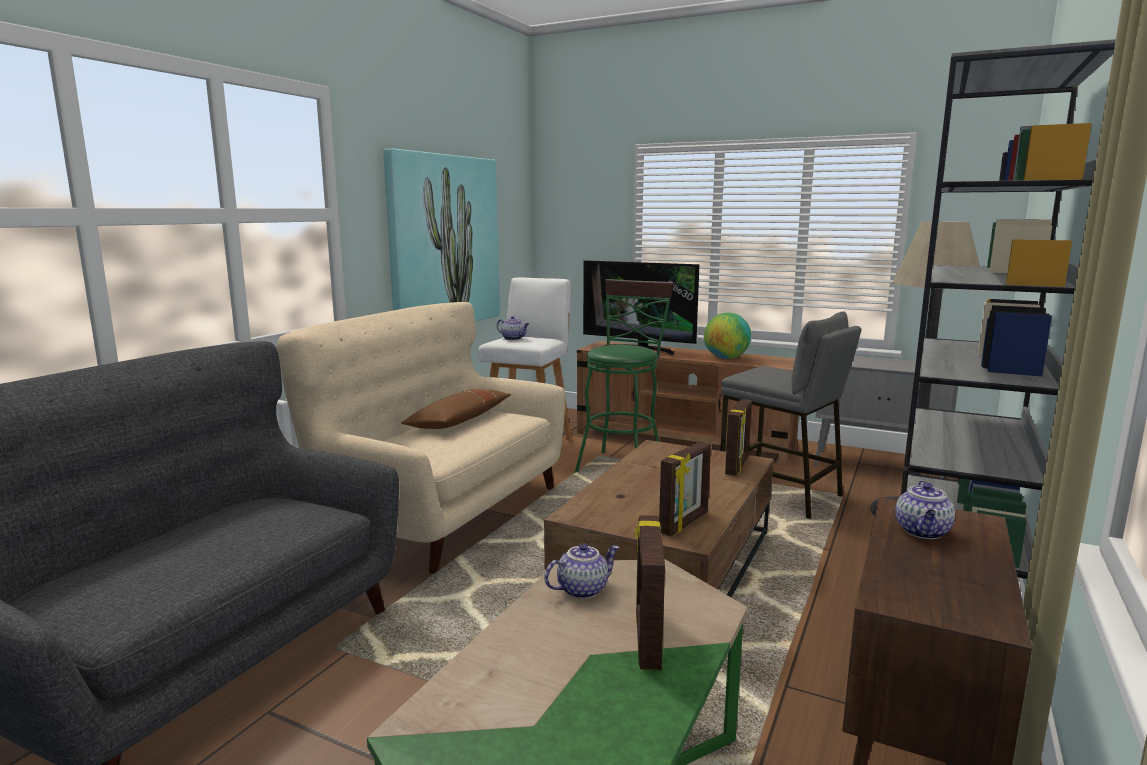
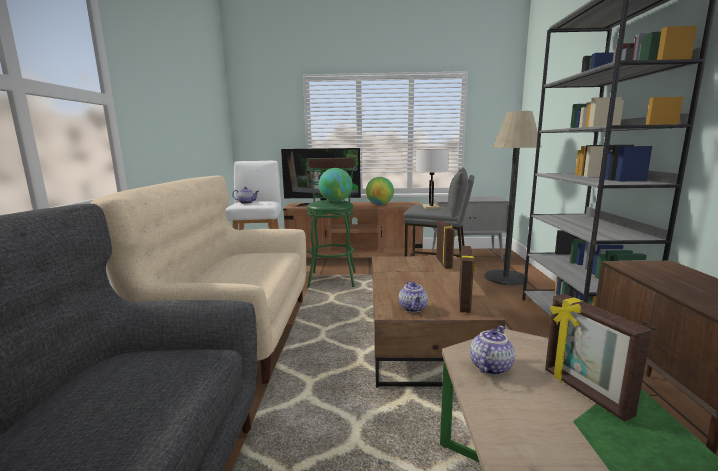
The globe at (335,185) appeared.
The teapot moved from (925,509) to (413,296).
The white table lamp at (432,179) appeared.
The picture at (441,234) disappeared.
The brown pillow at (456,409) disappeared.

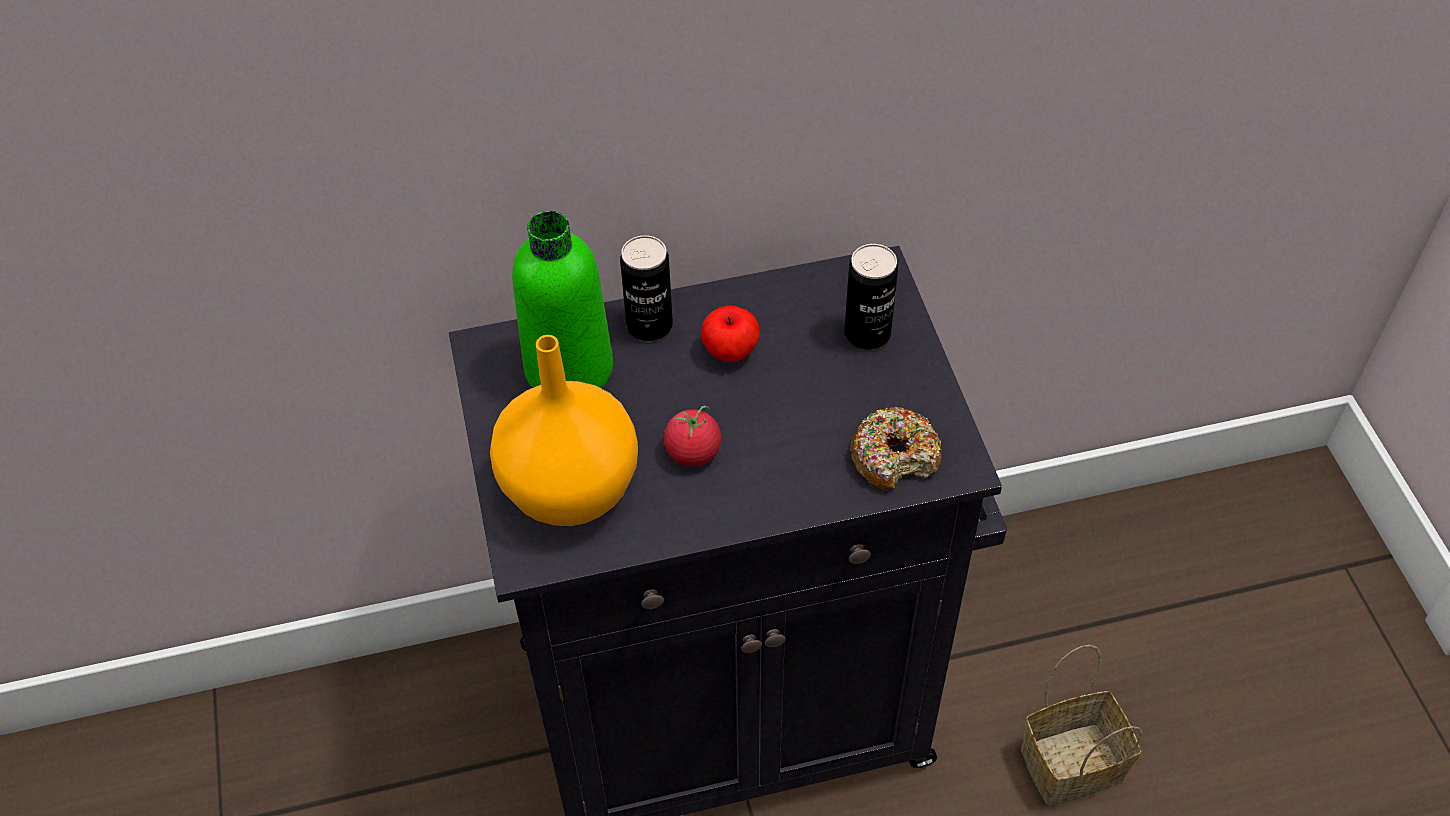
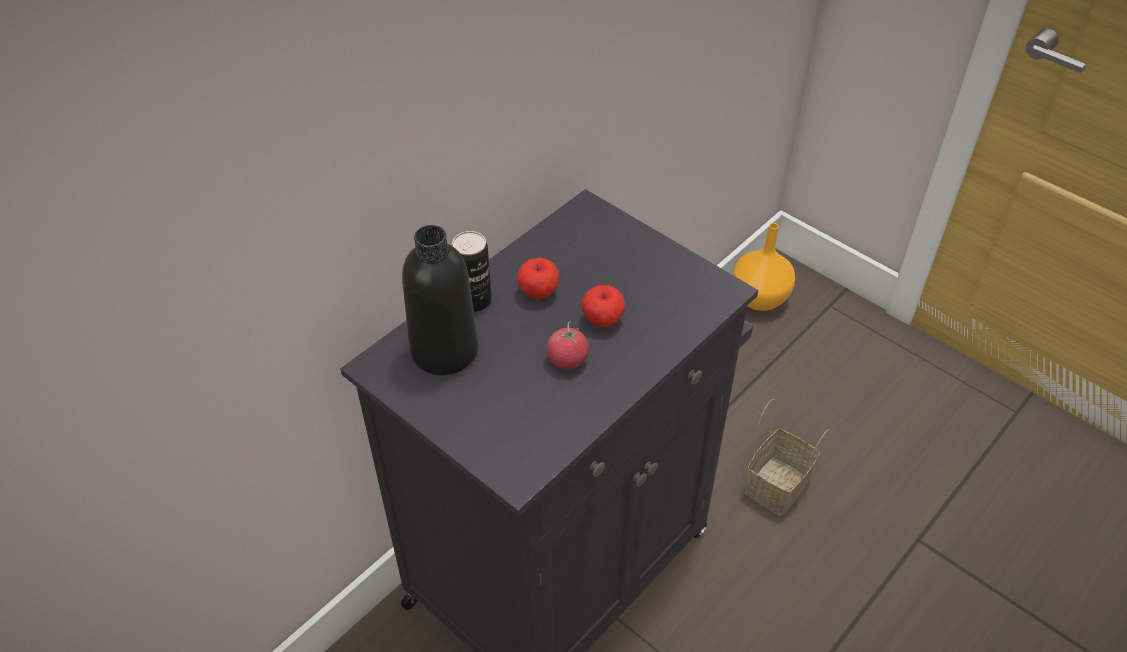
The green bottle at (562,300) became the black bottle at (440,300).
The apple at (603,306) appeared.
The orange vase moved from (564,430) to (764,267).
The can at (871,297) disappeared.
The donut at (896,448) disappeared.

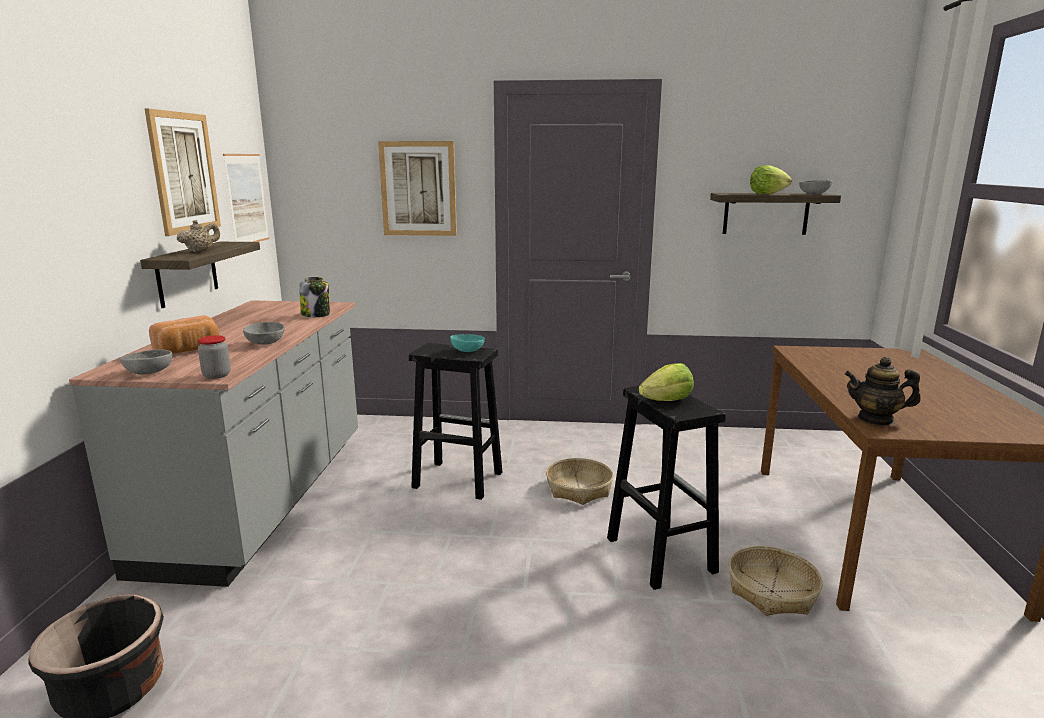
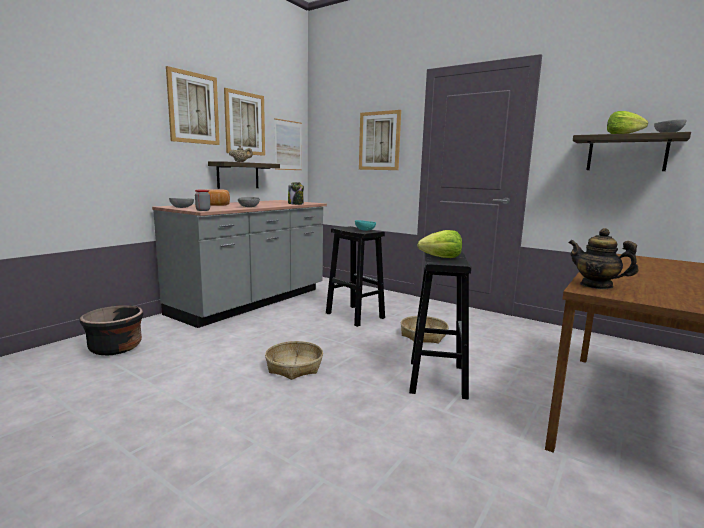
The picture at (193,105) appeared.
The basket moved from (776,581) to (294,360).

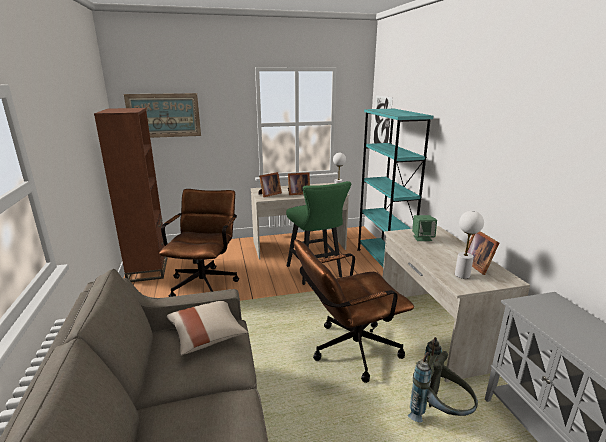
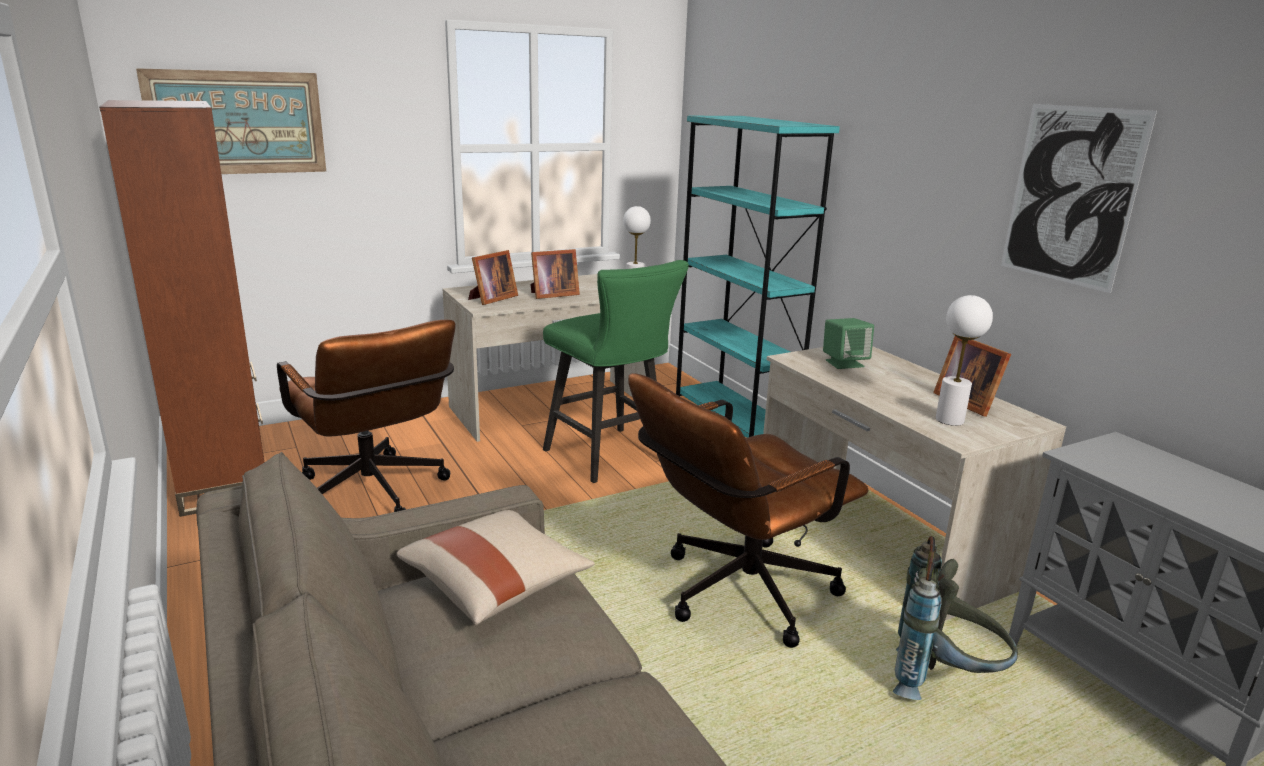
The brown office chair at (199,243) turned 150 degrees clockwise.
The picture moved from (383,119) to (1079,198).

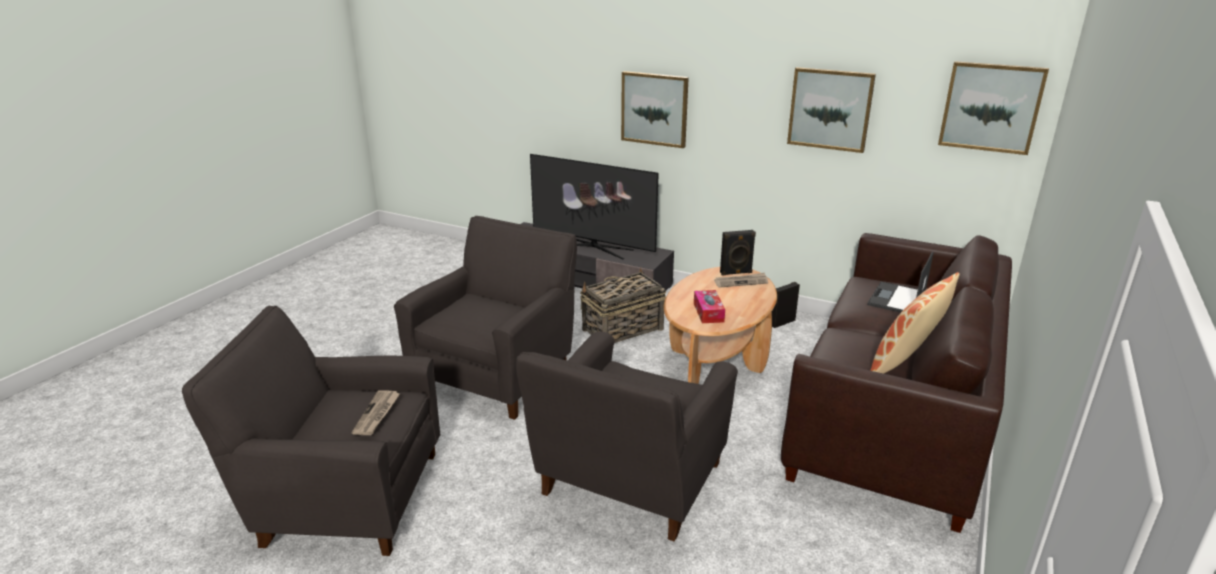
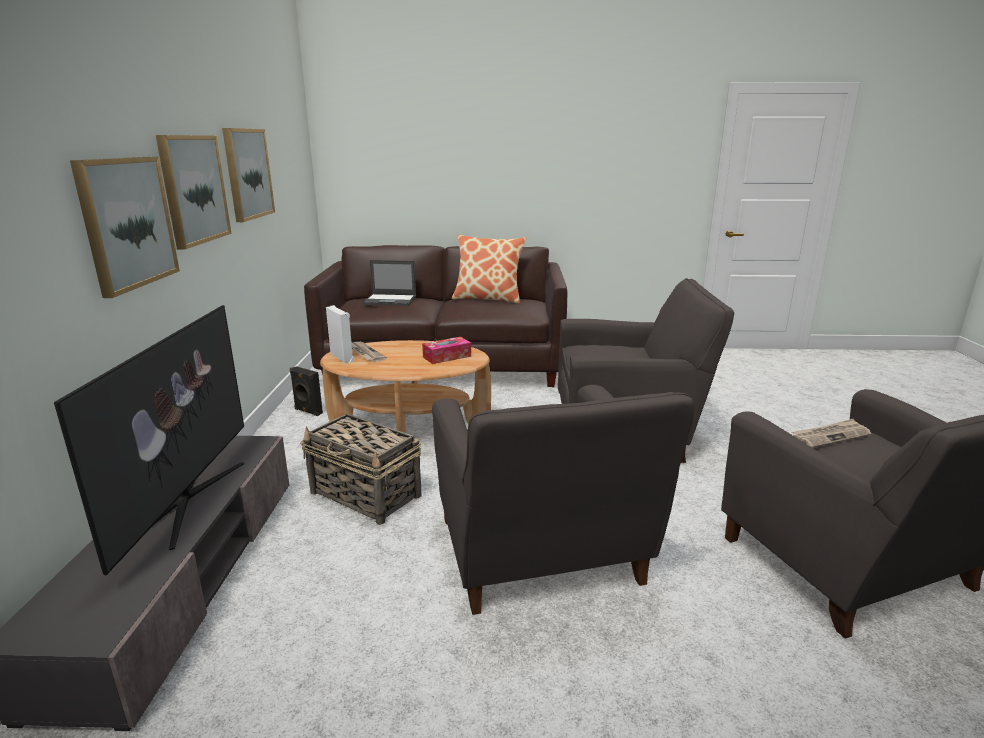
The picture moved from (993,108) to (194,192).
The black speaker at (738,253) became the white speaker at (340,334).
The grey armchair at (485,318) turned 105 degrees counterclockwise.

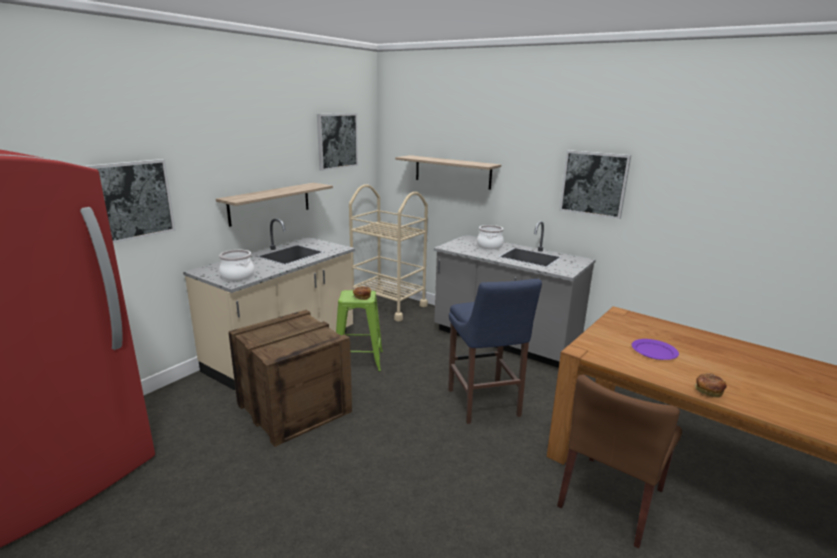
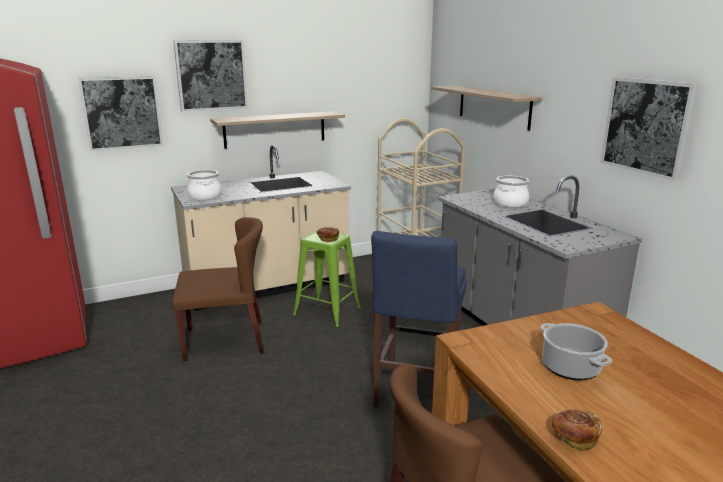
The crate at (290,378) was replaced by the brown chair at (218,289).
The picture moved from (337,142) to (210,76).
The purple plate at (655,349) was replaced by the cooking pot at (576,351).

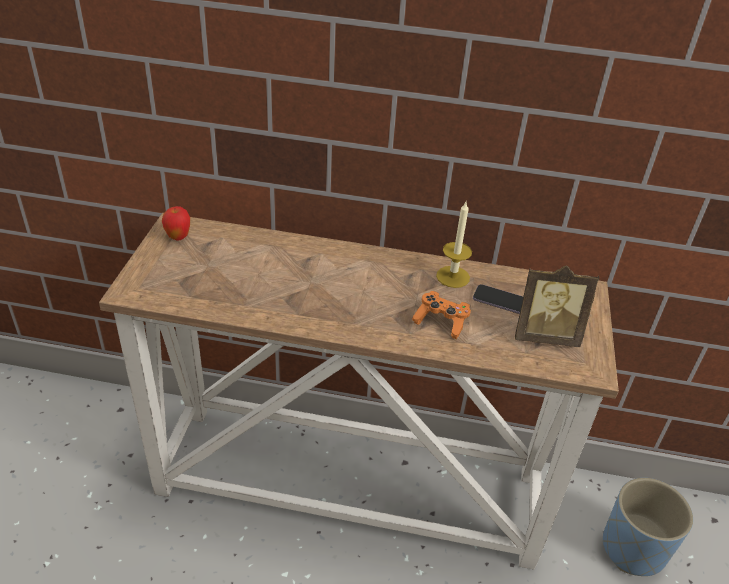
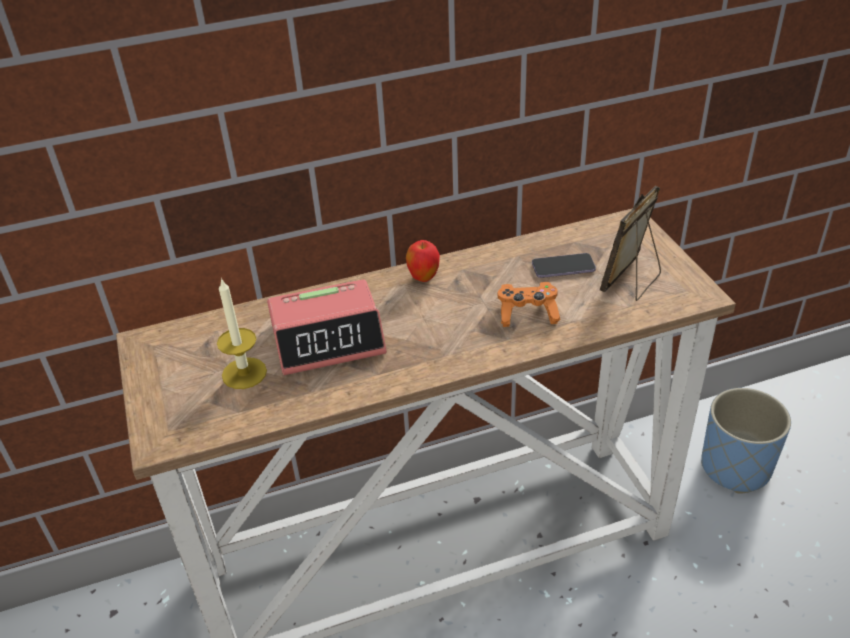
The candle moved from (454,245) to (242,333).
The alarm clock at (327,327) appeared.
The apple moved from (176,223) to (423,261).
The picture frame at (557,306) turned 150 degrees clockwise.

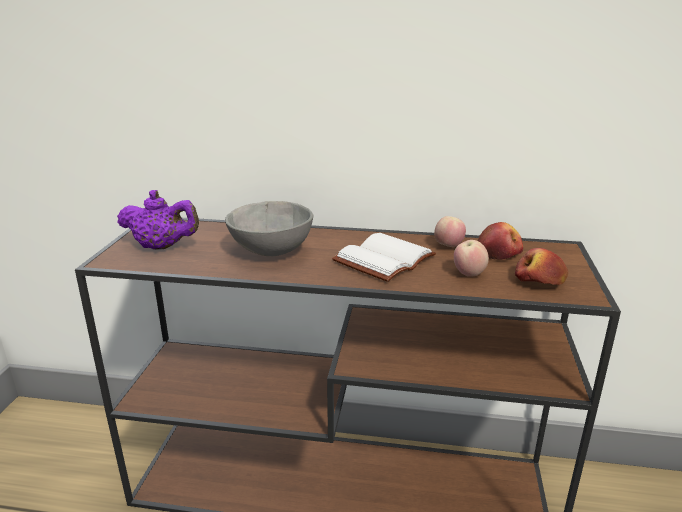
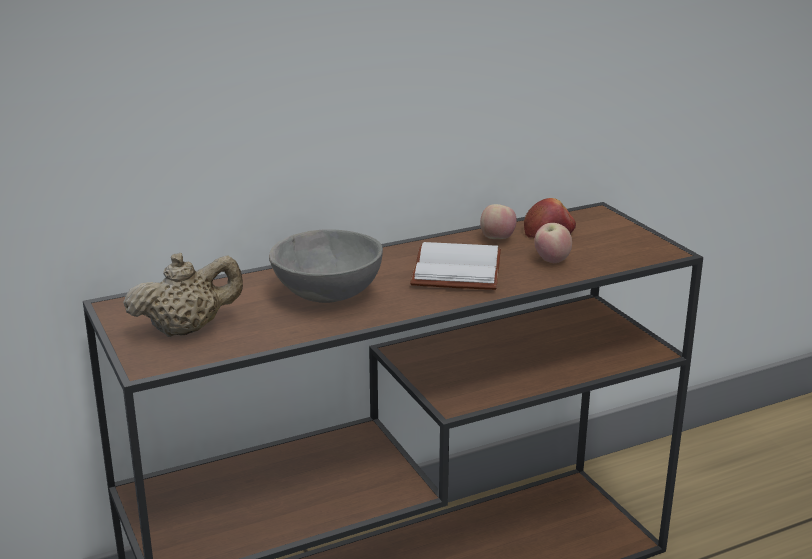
The purple teapot at (158,220) became the beige teapot at (183,295).
The apple at (541,266) disappeared.

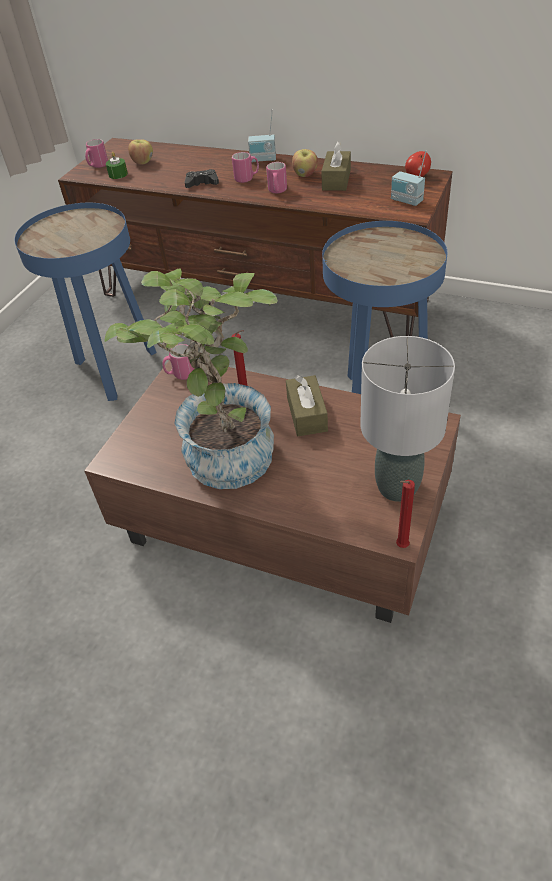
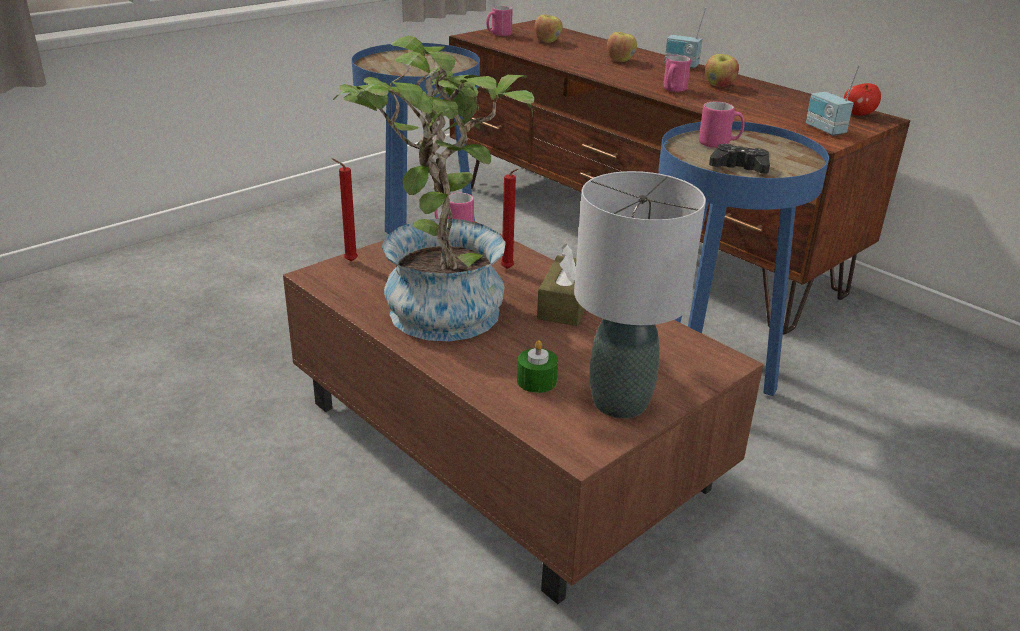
The red candle moved from (405,514) to (345,210).
The green candle moved from (117,165) to (537,366).
The apple at (622,47) appeared.
The pink mug moved from (245,167) to (722,125).
The black game controller moved from (202,178) to (739,159).
The brown tissue box at (336,166) disappeared.

